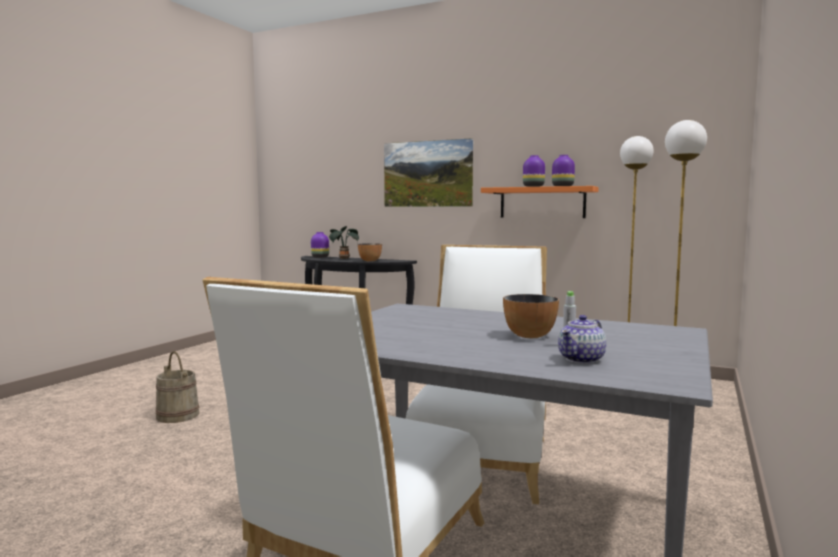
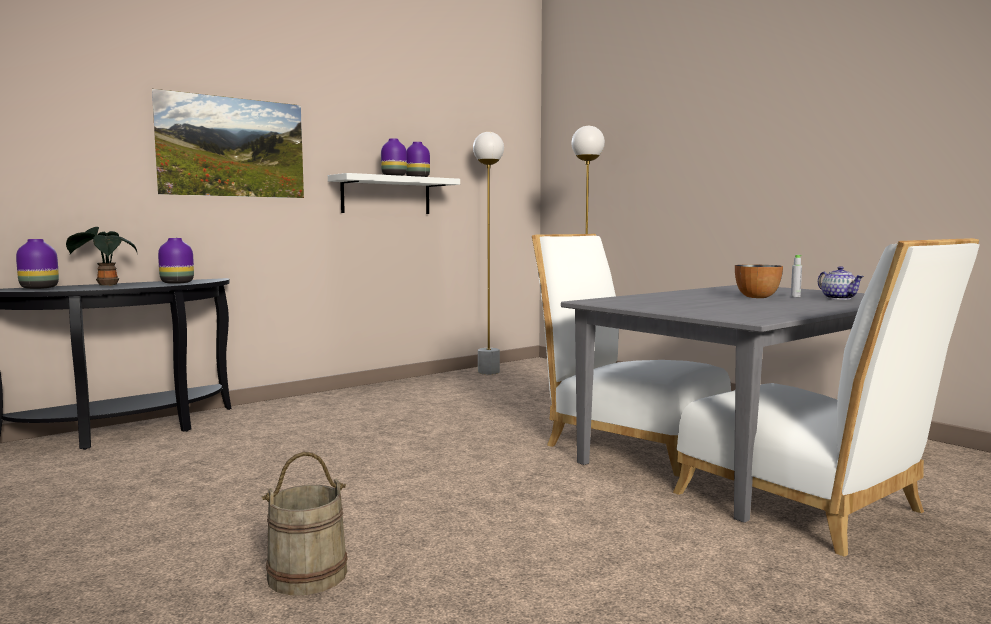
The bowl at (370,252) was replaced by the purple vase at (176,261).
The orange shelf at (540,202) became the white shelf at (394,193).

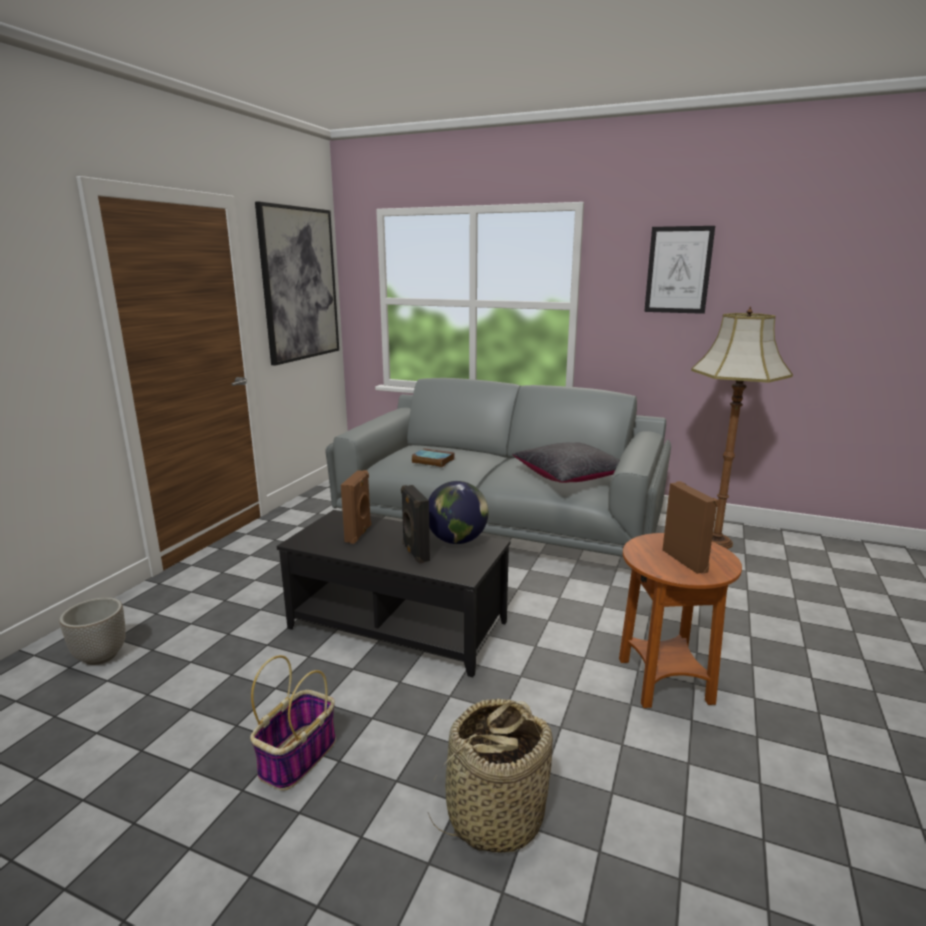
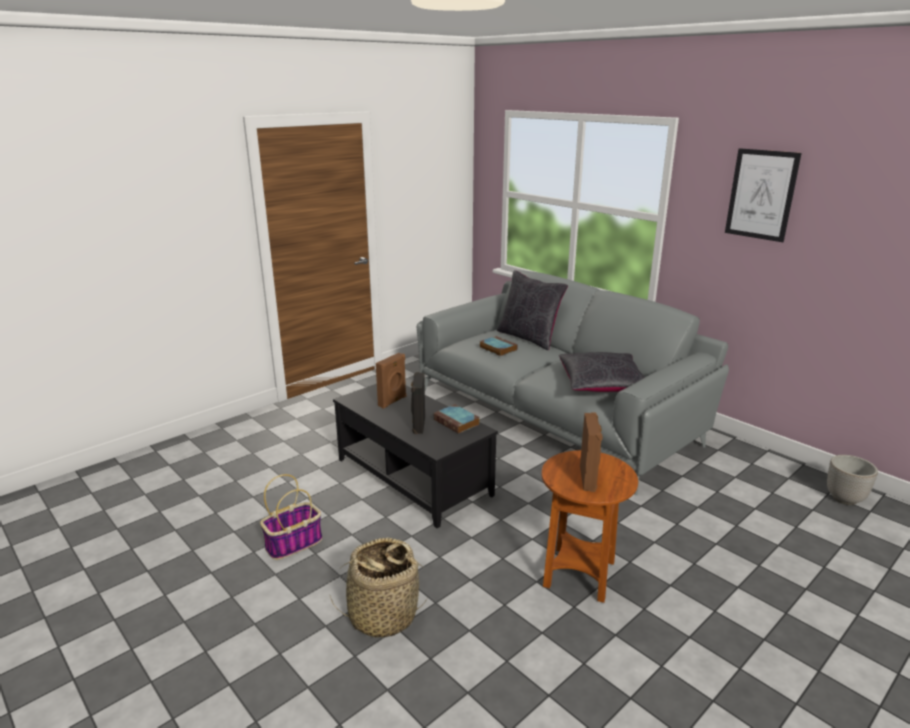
The globe at (458,512) was replaced by the book at (456,419).
The black pillow at (532,310) appeared.
The planter moved from (92,631) to (852,480).
The picture at (297,283) disappeared.
The floor lamp at (742,427) disappeared.

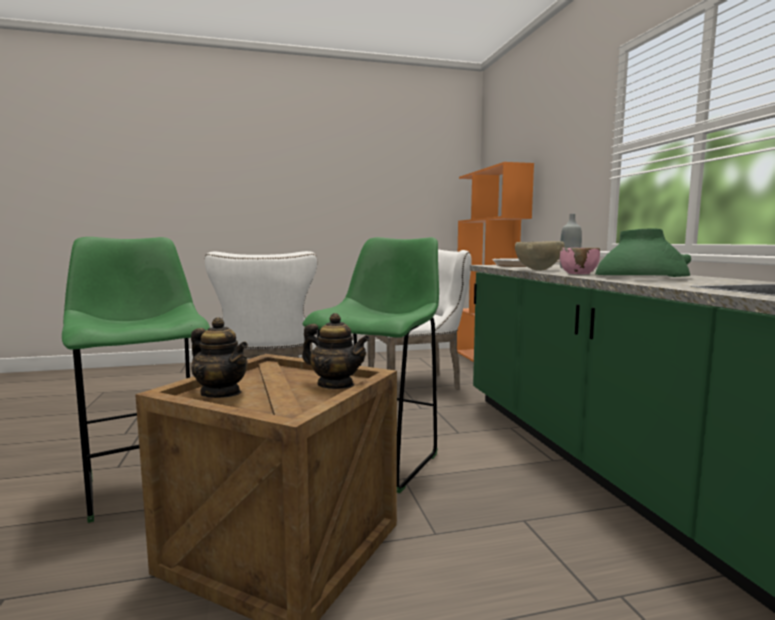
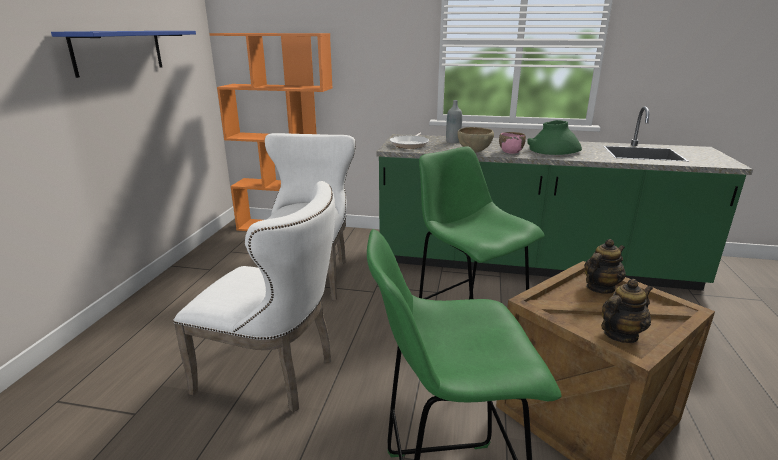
The blue shelf at (123,54) appeared.

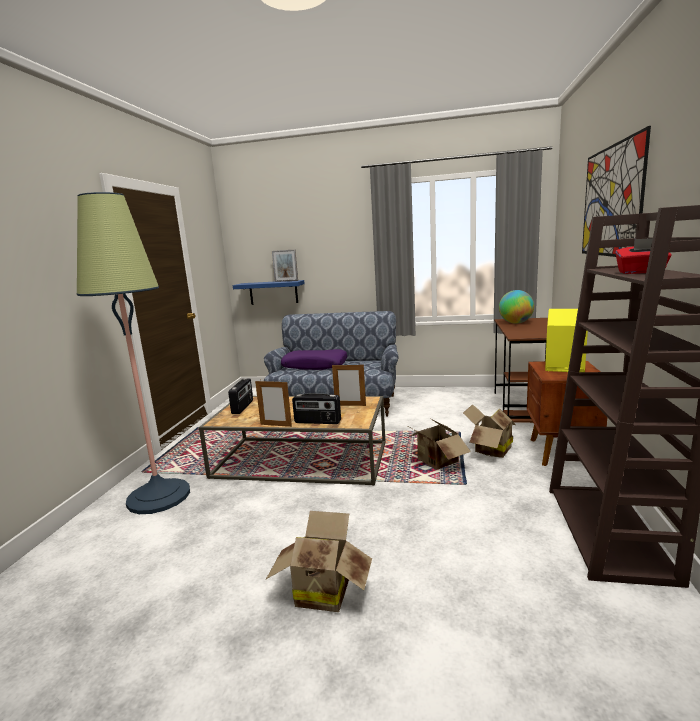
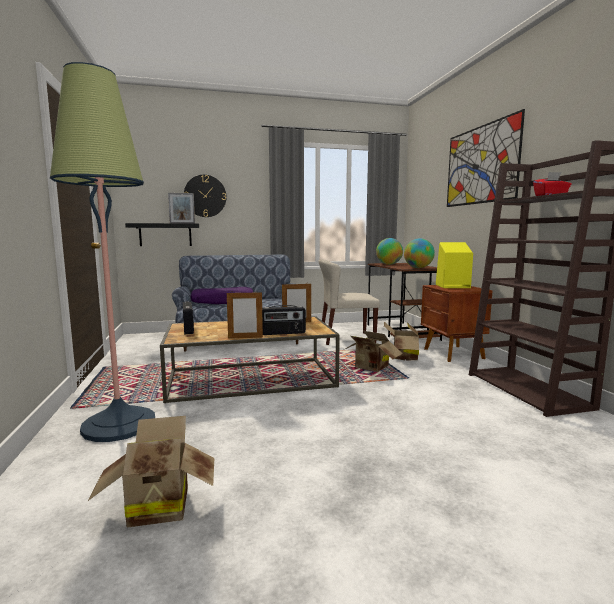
The cardboard box moved from (319,561) to (151,472).
The blue shelf at (269,292) became the black shelf at (162,234).
The wall clock at (205,196) appeared.
The beige chair at (349,302) appeared.
The globe at (419,253) appeared.

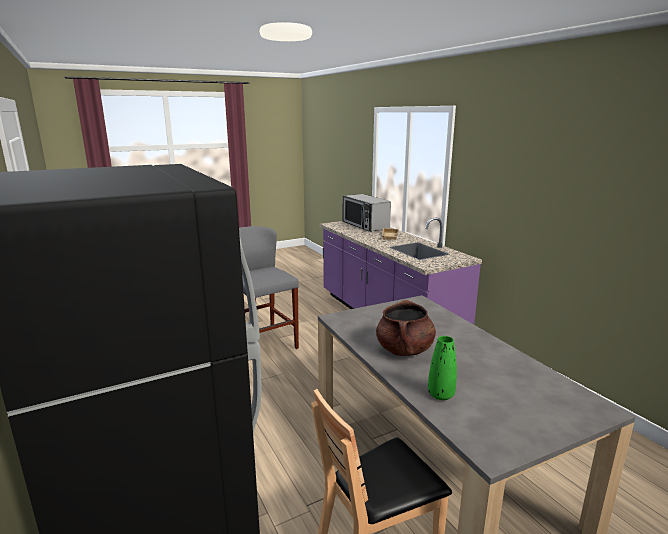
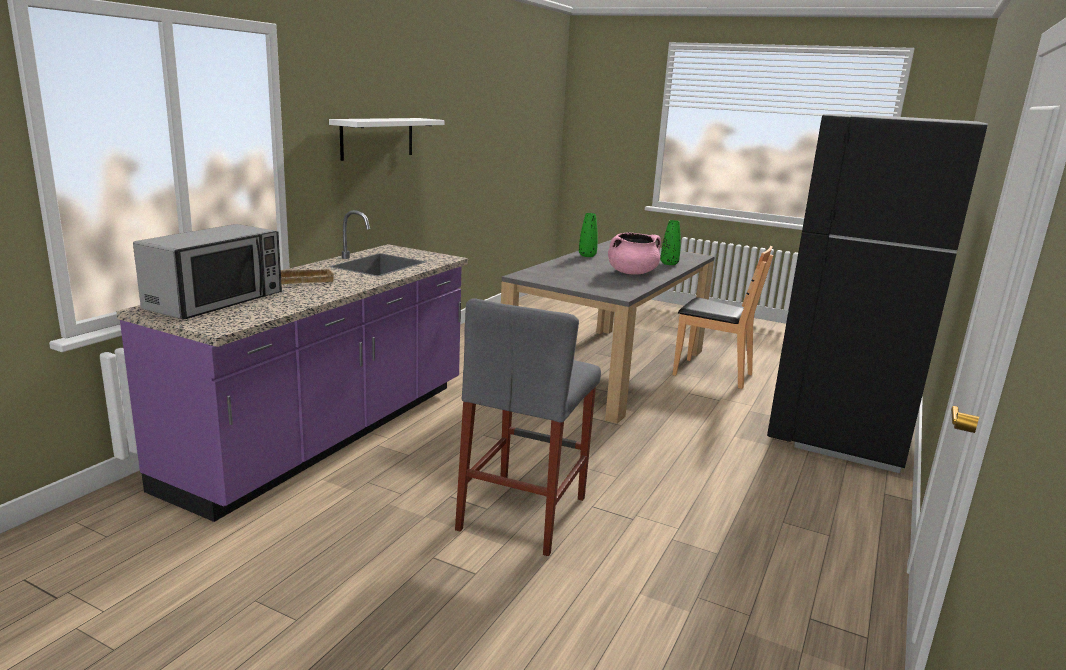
The white shelf at (386,139) appeared.
The green vase at (588,235) appeared.
The brown cooking pot at (406,328) became the pink cooking pot at (634,253).

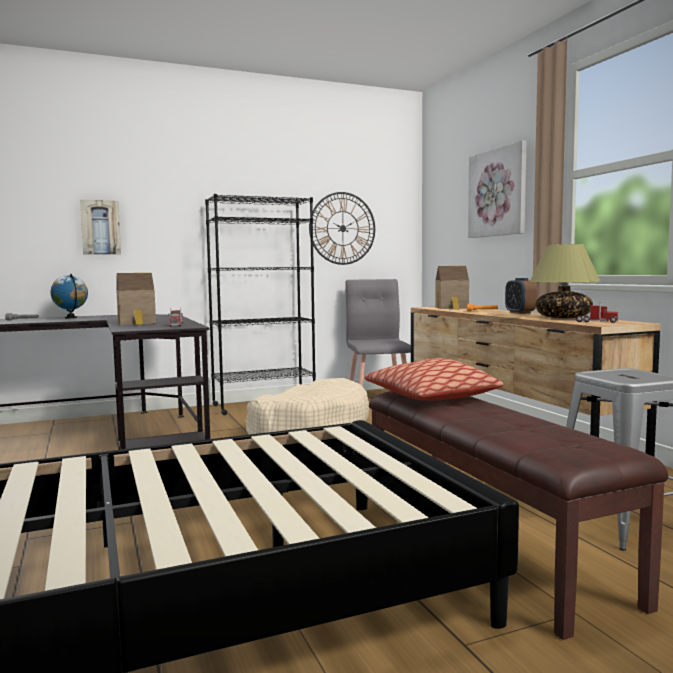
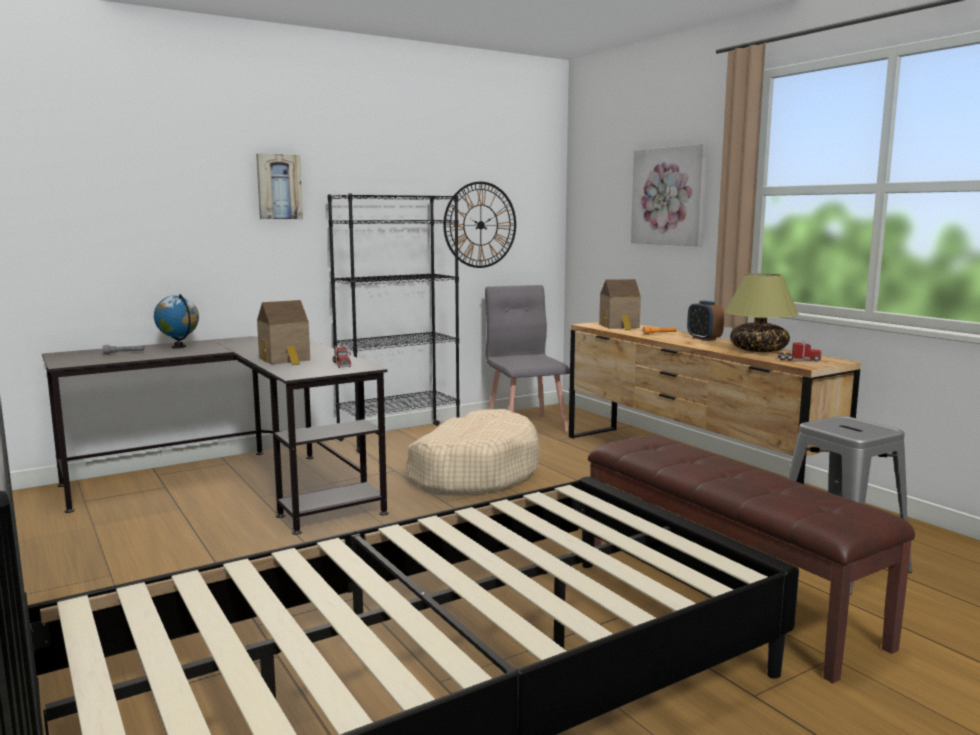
The picture moved from (100,227) to (279,186).
The pillow at (433,379) disappeared.

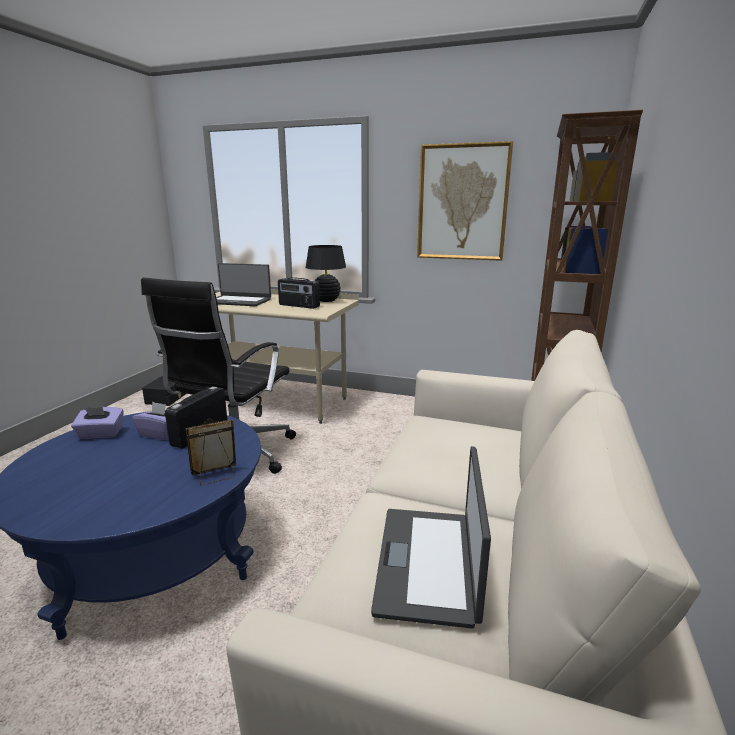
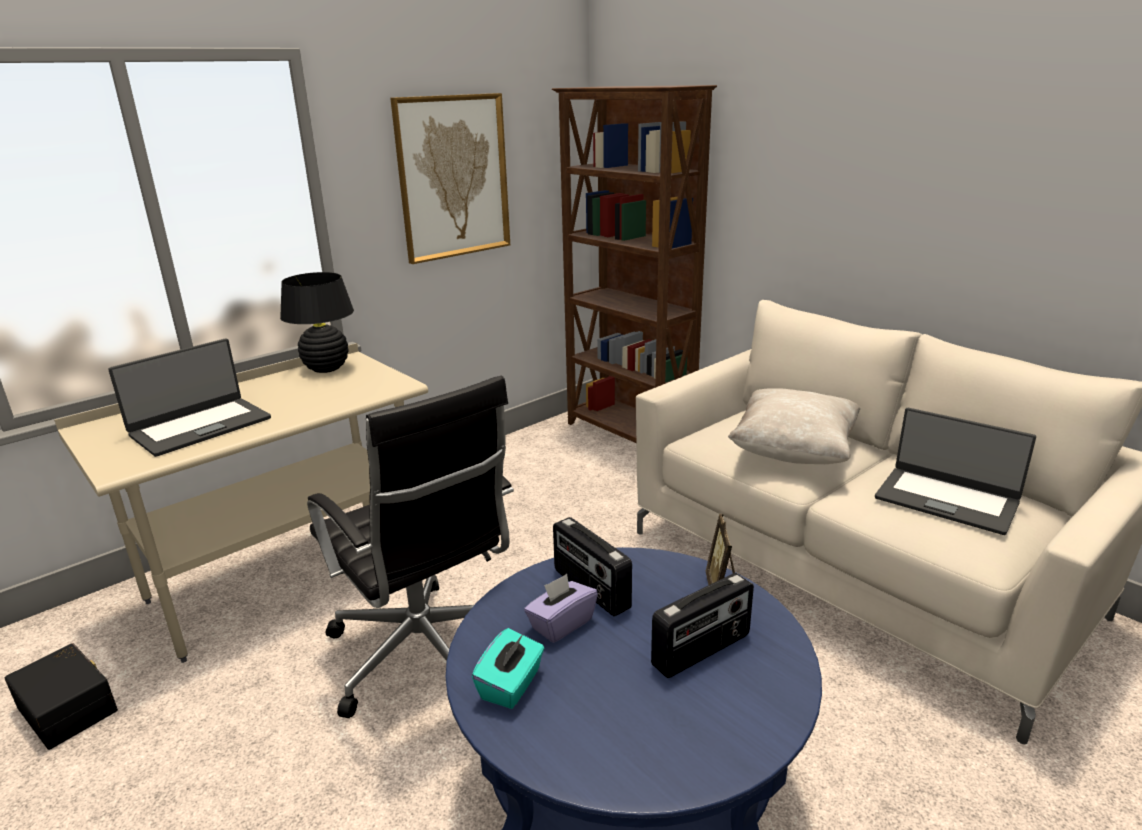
The purple tissue box at (97,423) became the turquoise tissue box at (508,668).
The radio moved from (299,293) to (702,625).
The beige pillow at (794,426) appeared.

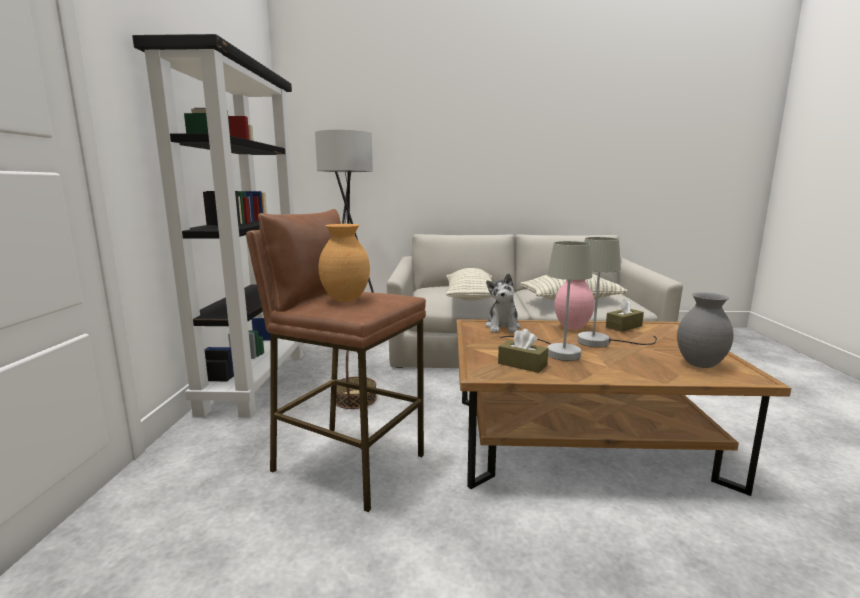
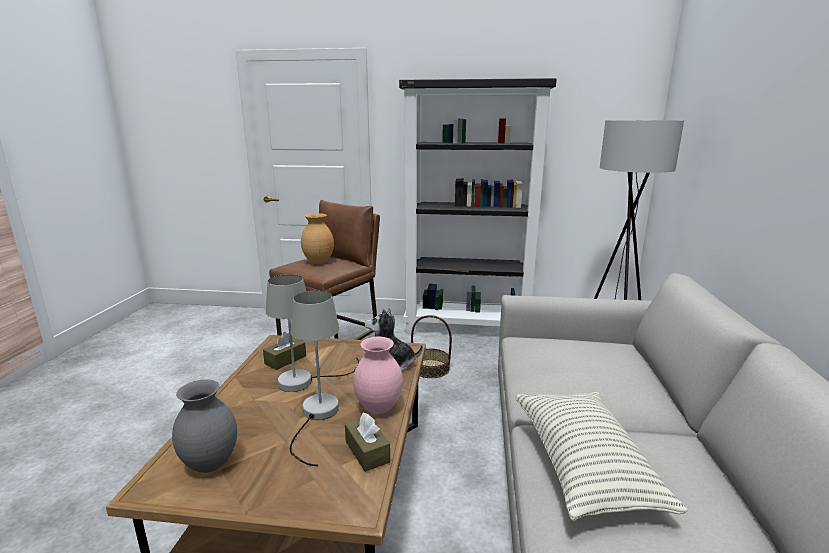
The pillow at (469,284) disappeared.

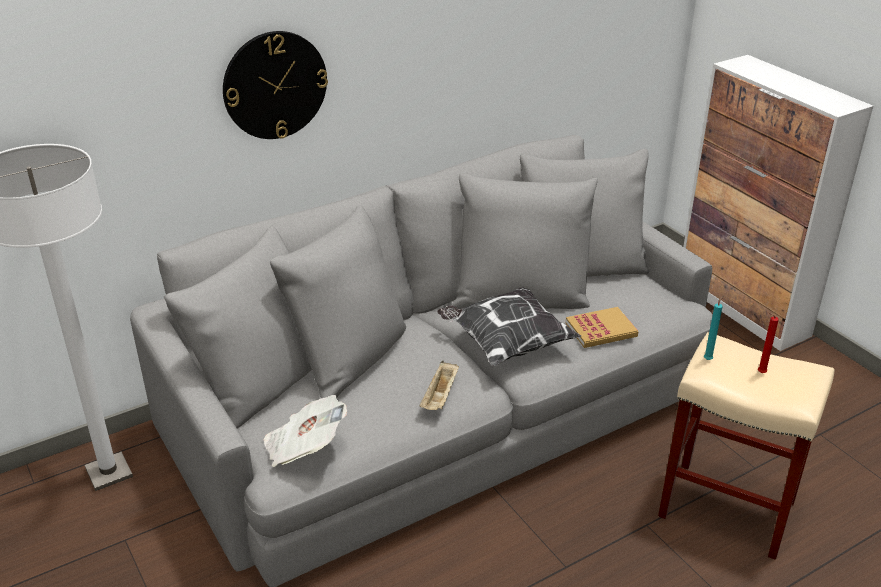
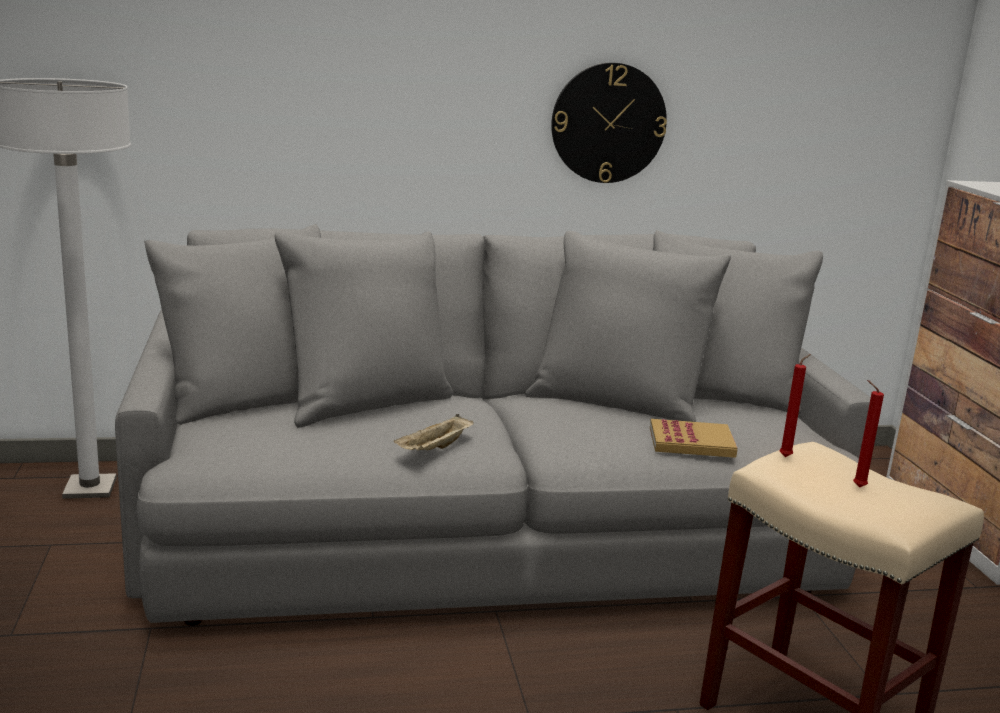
The wall clock moved from (275,85) to (609,123).
The turquoise candle at (713,328) became the red candle at (795,405).
The newspaper at (305,431) disappeared.
The pillow at (509,326) disappeared.

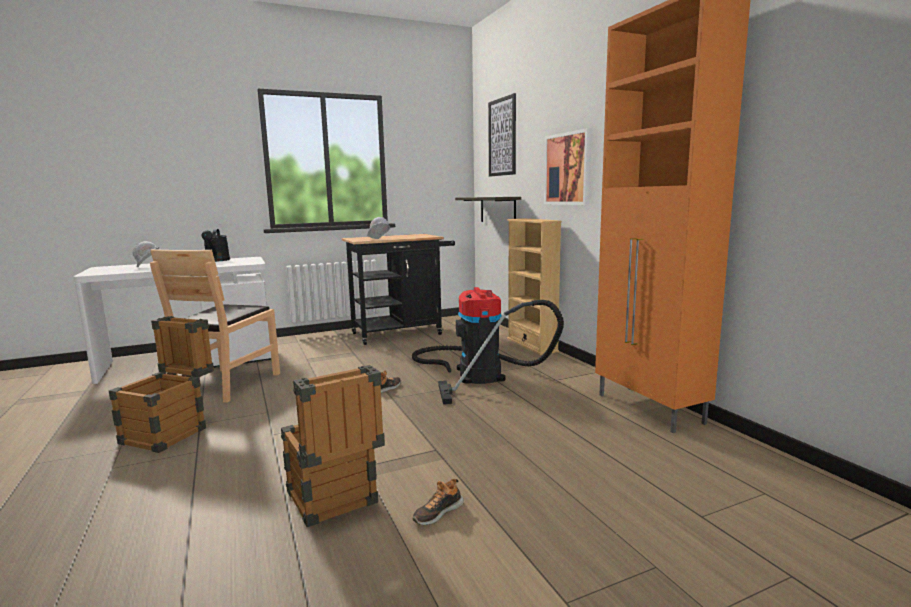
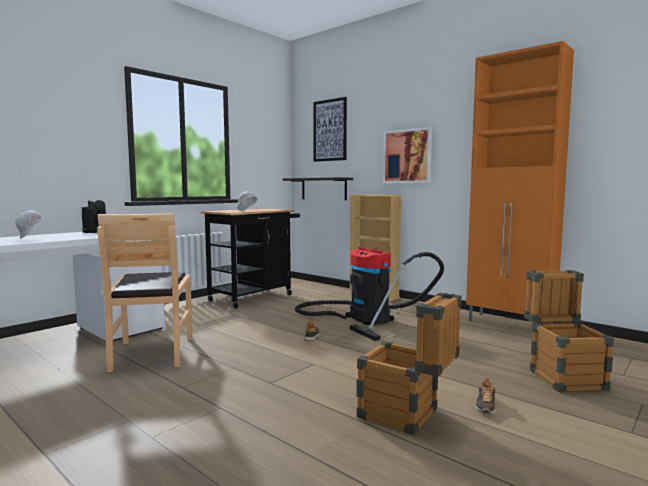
The crate moved from (161,384) to (569,331).

